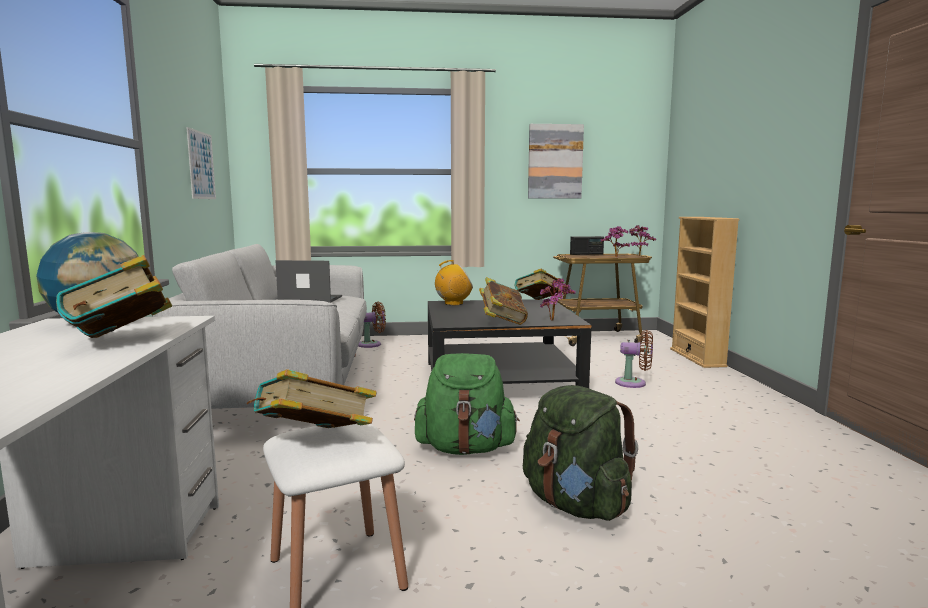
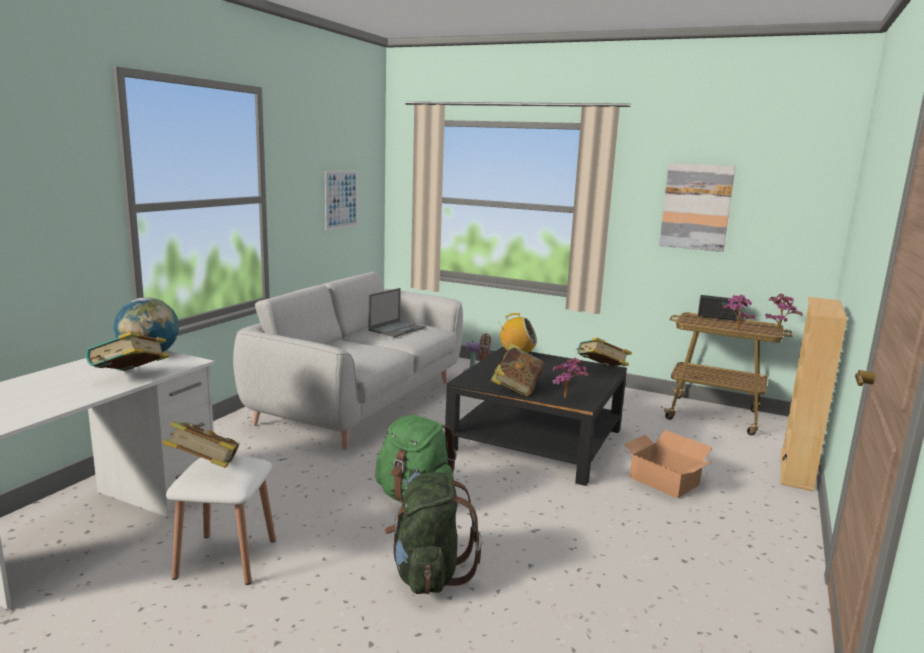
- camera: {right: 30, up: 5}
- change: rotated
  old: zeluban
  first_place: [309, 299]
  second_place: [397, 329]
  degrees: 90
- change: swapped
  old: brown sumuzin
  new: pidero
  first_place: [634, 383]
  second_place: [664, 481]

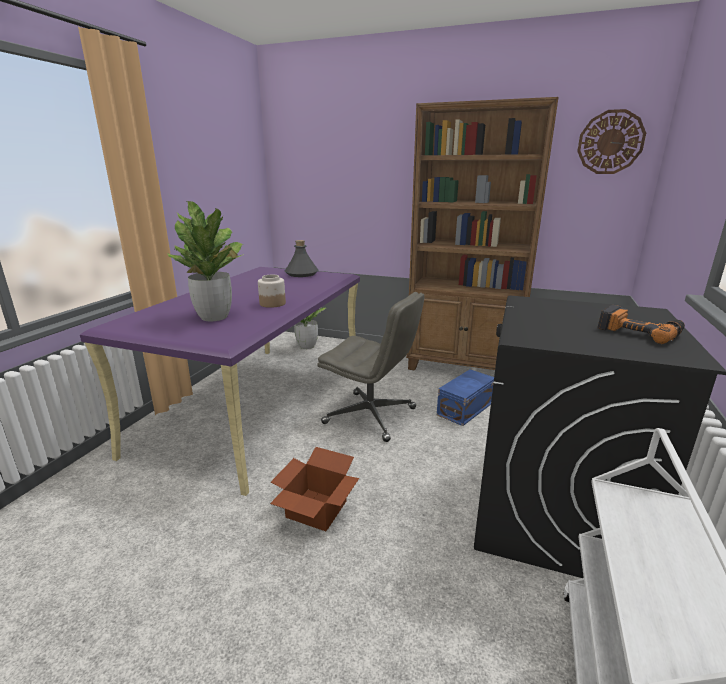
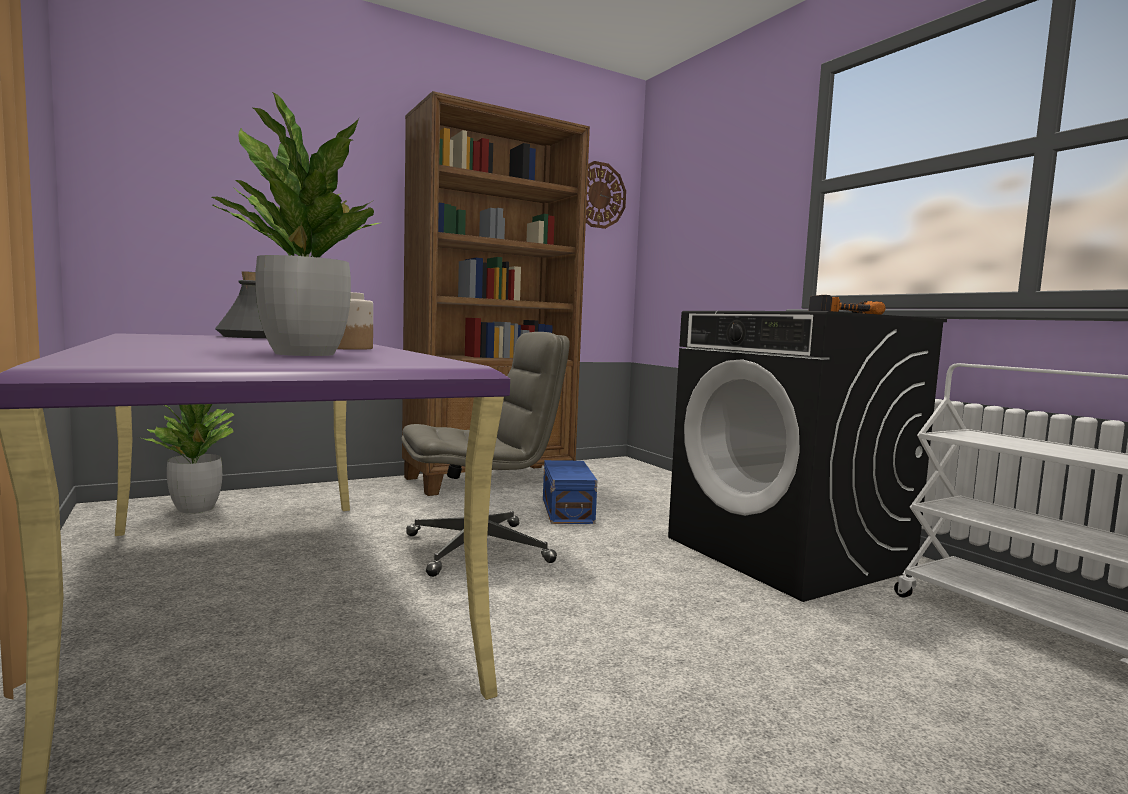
- camera: {right: -50, up: -15}
- change: gone
  old: pidero
  first_place: [314, 510]

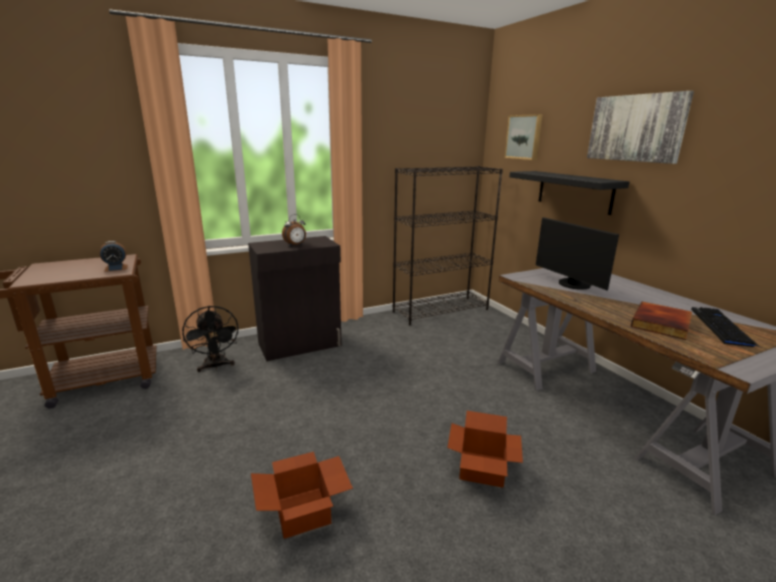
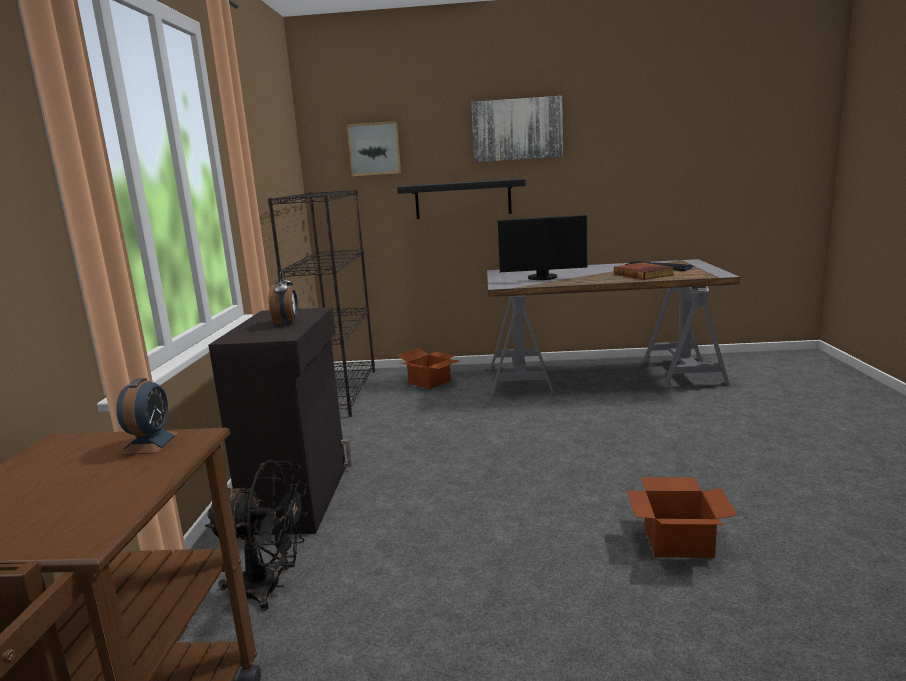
- camera: {right: -60, up: -5}
- change: shifted
  old: pidero
  first_place: [480, 469]
  second_place: [430, 382]

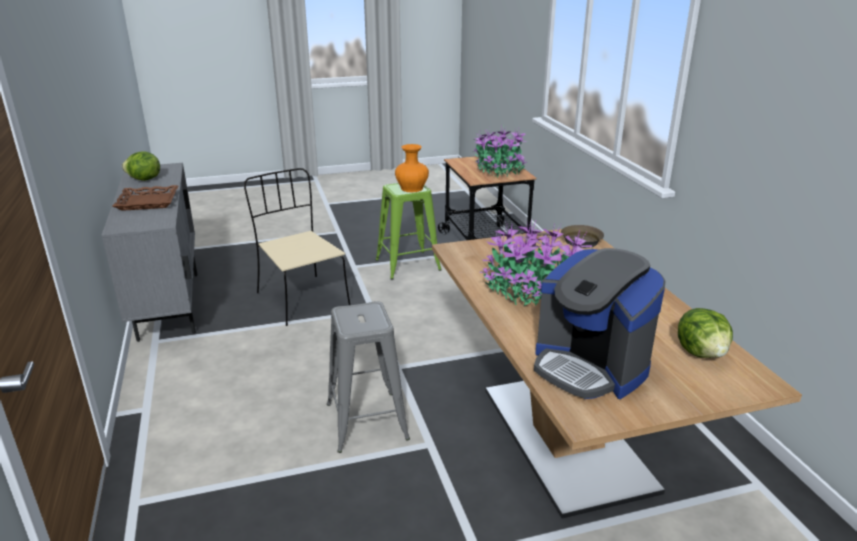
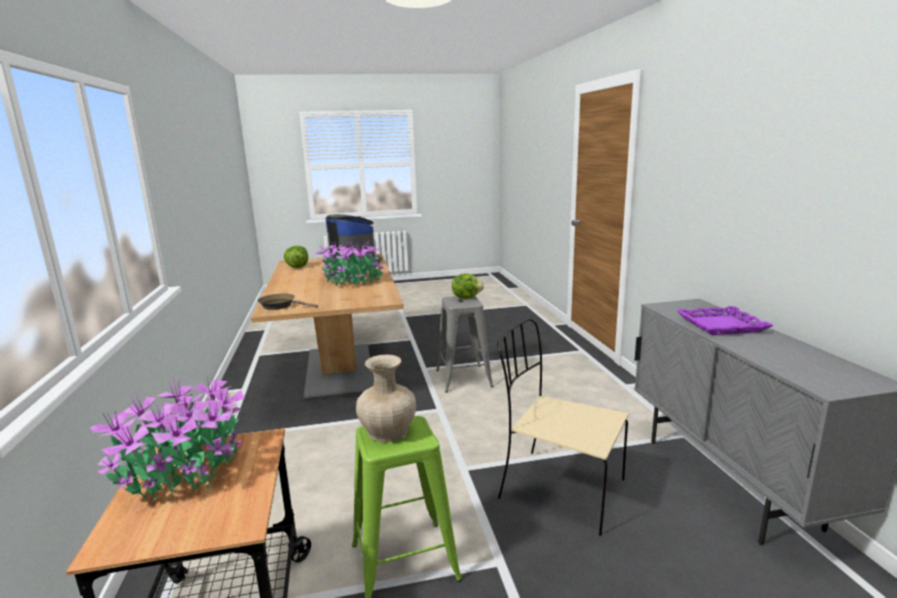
- camera: {right: -175, up: -10}
- change: repainted
  old: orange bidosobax
  new: beige bidosobax
  first_place: [412, 188]
  second_place: [387, 432]
- change: shifted
  old: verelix
  first_place: [144, 179]
  second_place: [466, 297]
- change: rotated
  old: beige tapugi
  first_place: [301, 299]
  second_place: [558, 488]
  degrees: 150
- change: repainted
  old: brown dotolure
  new: purple dotolure
  first_place: [147, 202]
  second_place: [721, 325]

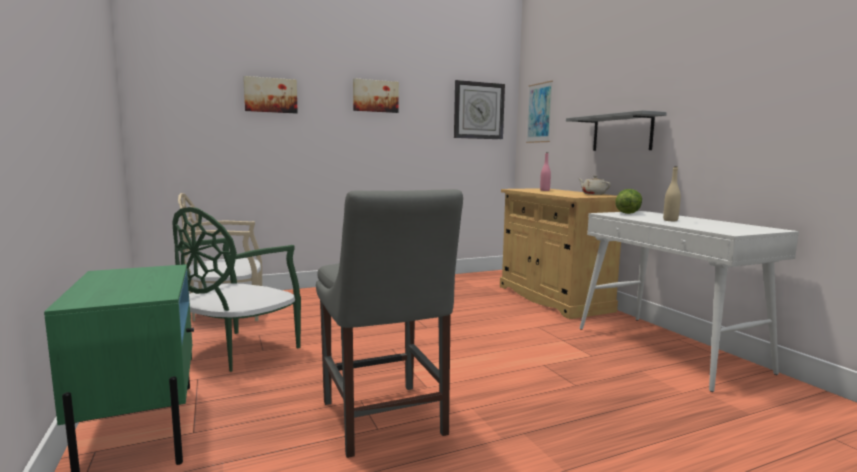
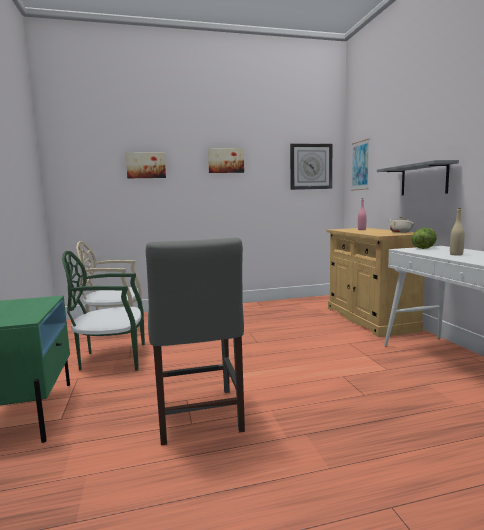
- camera: {right: 10, up: 0}
- change: rotated
  old: green tapugi
  first_place: [238, 352]
  second_place: [112, 358]
  degrees: 45

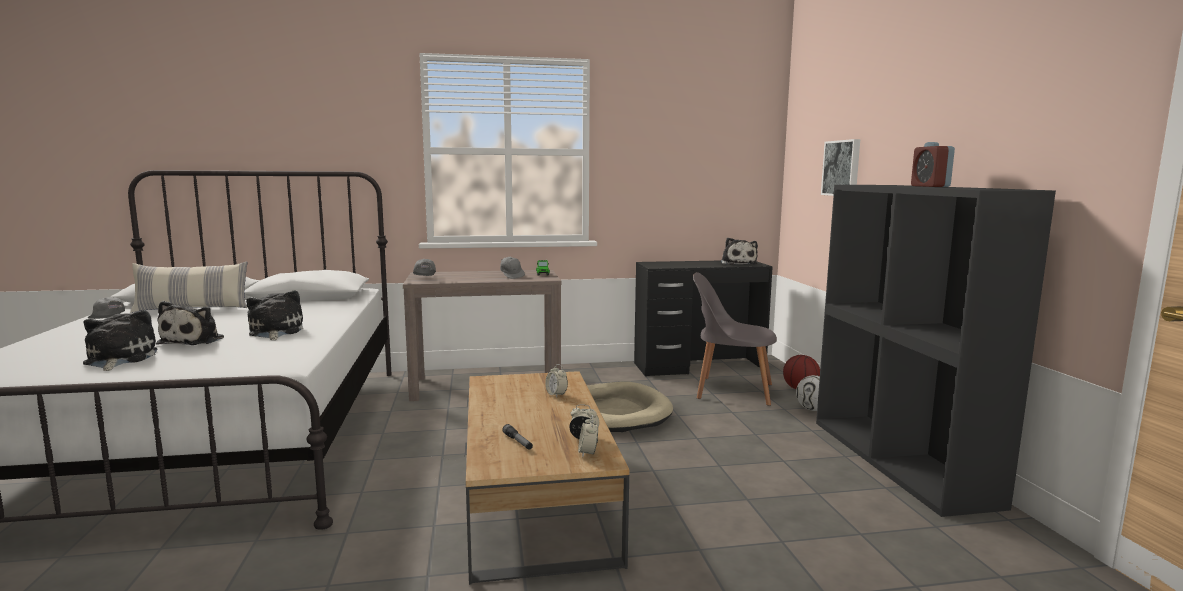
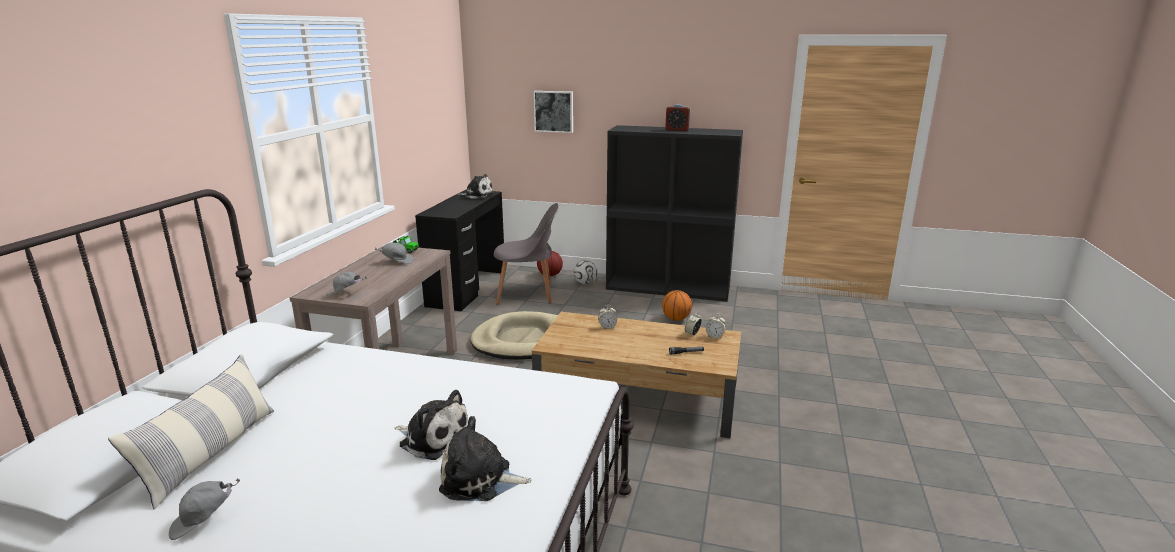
- camera: {right: -65, up: 10}
- change: rotated
  old: grey tapugi
  first_place: [730, 390]
  second_place: [528, 294]
  degrees: -135
- change: new
  new: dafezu
  second_place: [676, 319]
- change: gone
  old: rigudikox
  first_place: [275, 332]

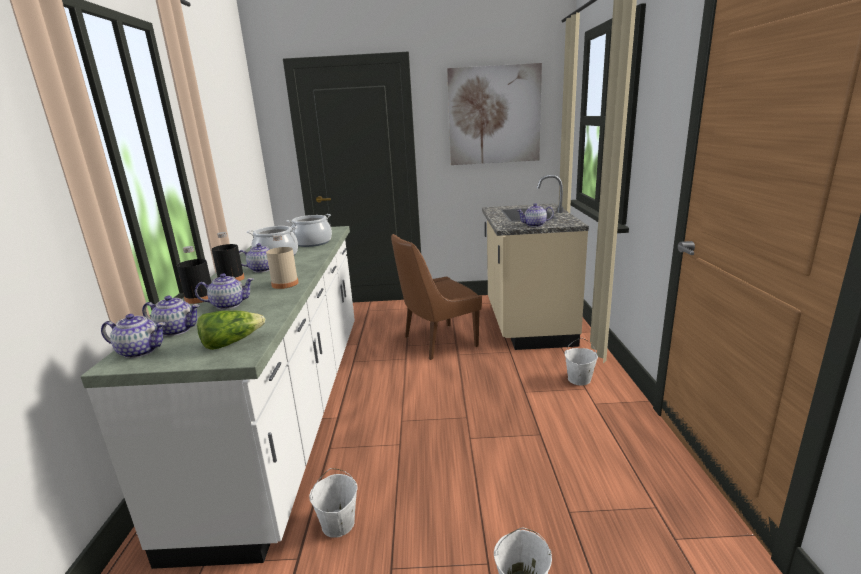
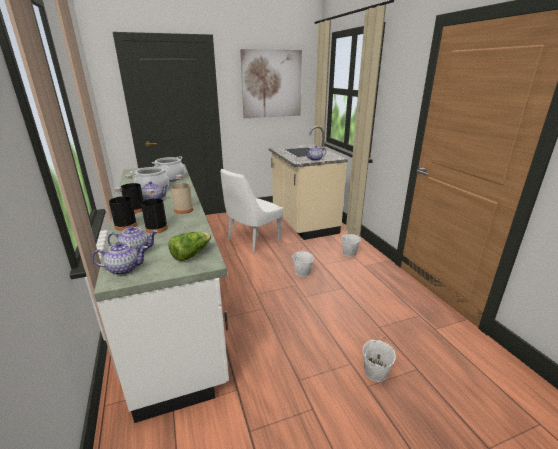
- camera: {right: -20, up: 5}
- change: swapped
  old: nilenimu
  new: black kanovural
  first_place: [229, 305]
  second_place: [156, 228]
- change: repainted
  old: brown tapugi
  new: white tapugi
  first_place: [437, 342]
  second_place: [252, 240]
- change: shifted
  old: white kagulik
  first_place: [338, 524]
  second_place: [302, 273]

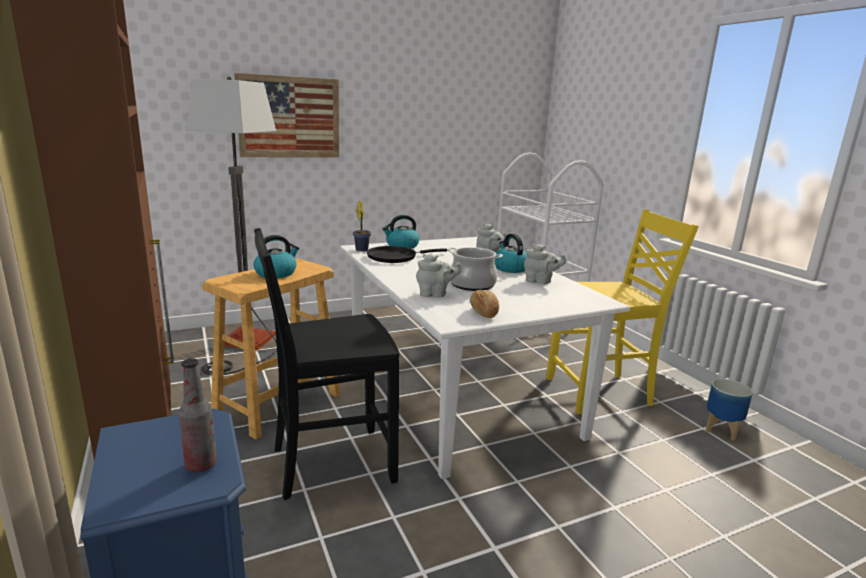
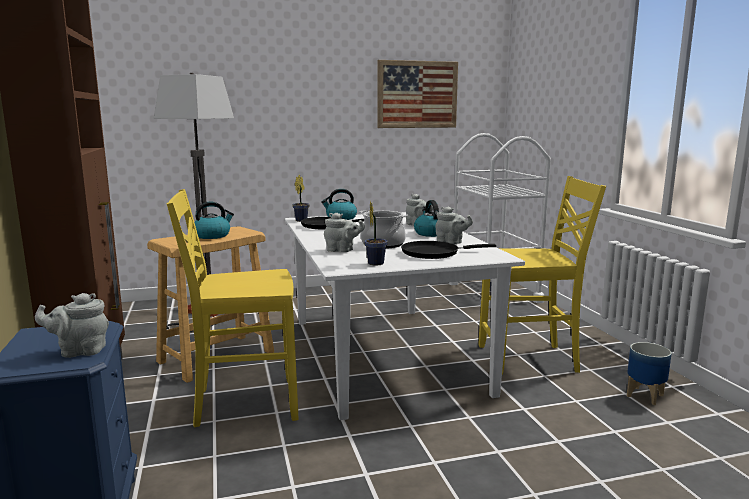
- camera: {right: 10, up: -5}
- change: swapped
  old: kanovural
  new: grey nilenimu
  first_place: [201, 465]
  second_place: [80, 351]
- change: repainted
  old: black tapugi
  new: yellow tapugi
  first_place: [330, 463]
  second_place: [244, 403]
- change: swapped
  old: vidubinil
  new: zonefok
  first_place: [483, 312]
  second_place: [375, 263]
- change: shifted
  old: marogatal
  first_place: [289, 117]
  second_place: [417, 94]
- change: new
  new: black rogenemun
  second_place: [434, 253]

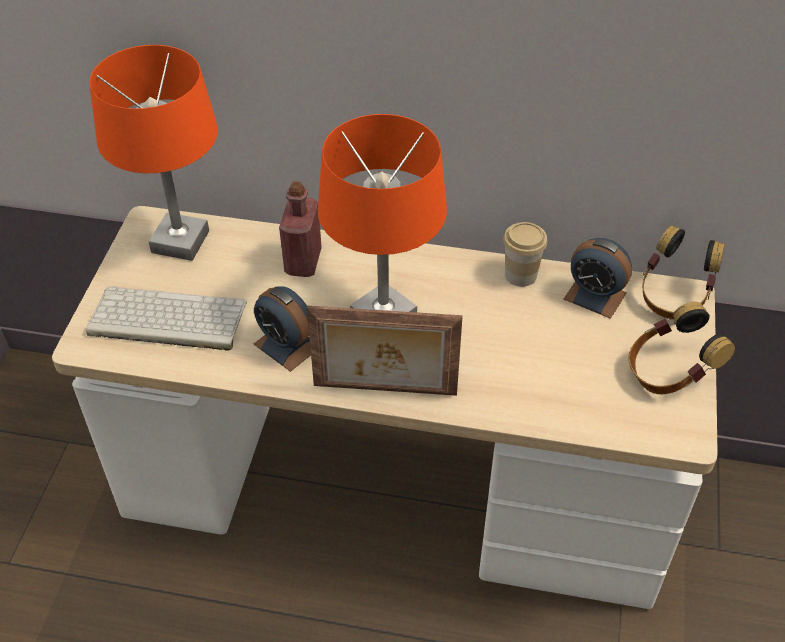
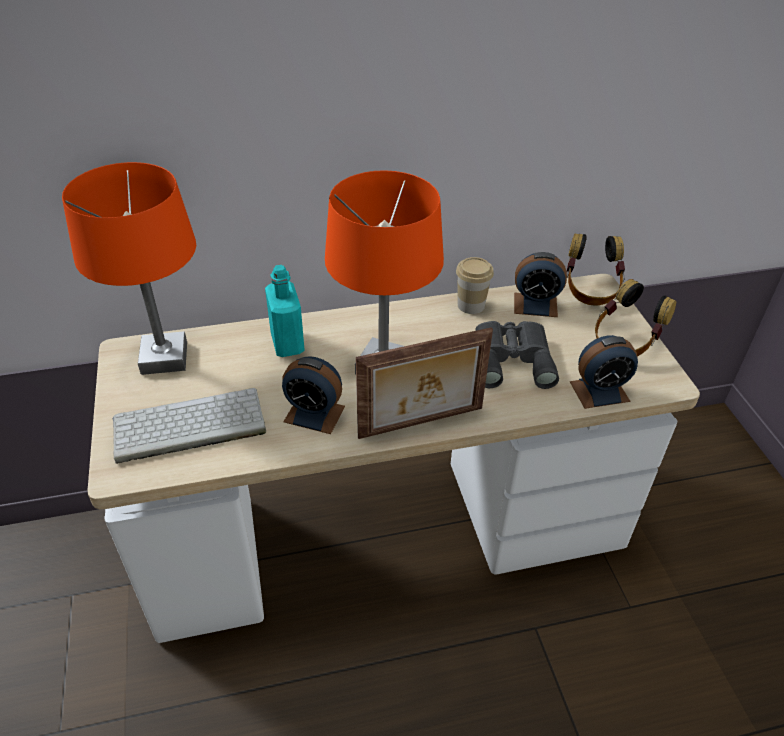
- camera: {right: -25, up: -5}
- change: repainted
  old: red kanovural
  new: turquoise kanovural
  first_place: [303, 262]
  second_place: [287, 343]
- change: new
  new: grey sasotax
  second_place: [512, 358]
- change: new
  new: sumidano
  second_place: [599, 391]

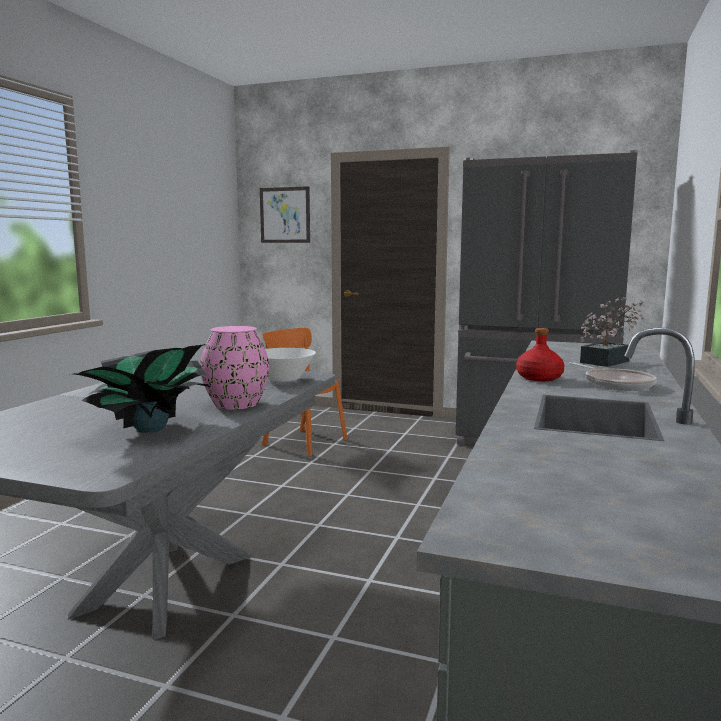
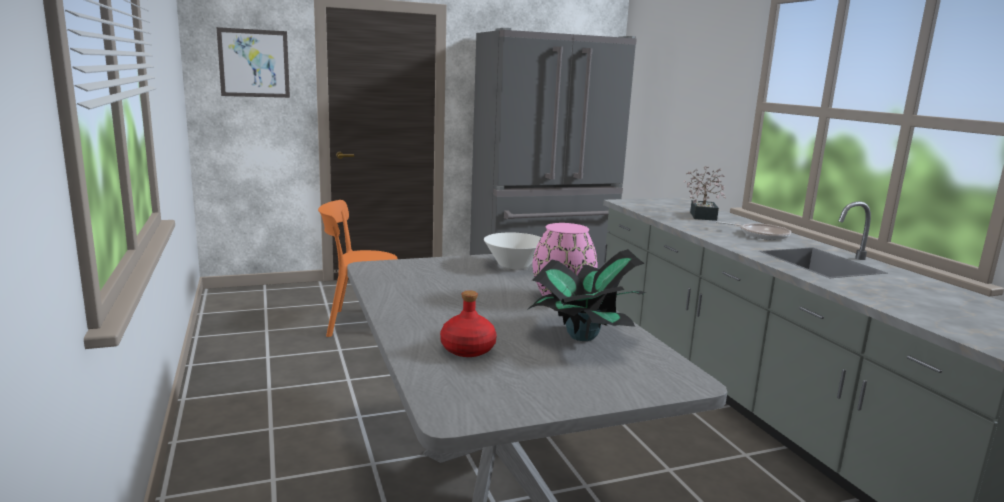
- camera: {right: -40, up: 5}
- change: shifted
  old: red kanovural
  first_place: [538, 378]
  second_place: [467, 349]

